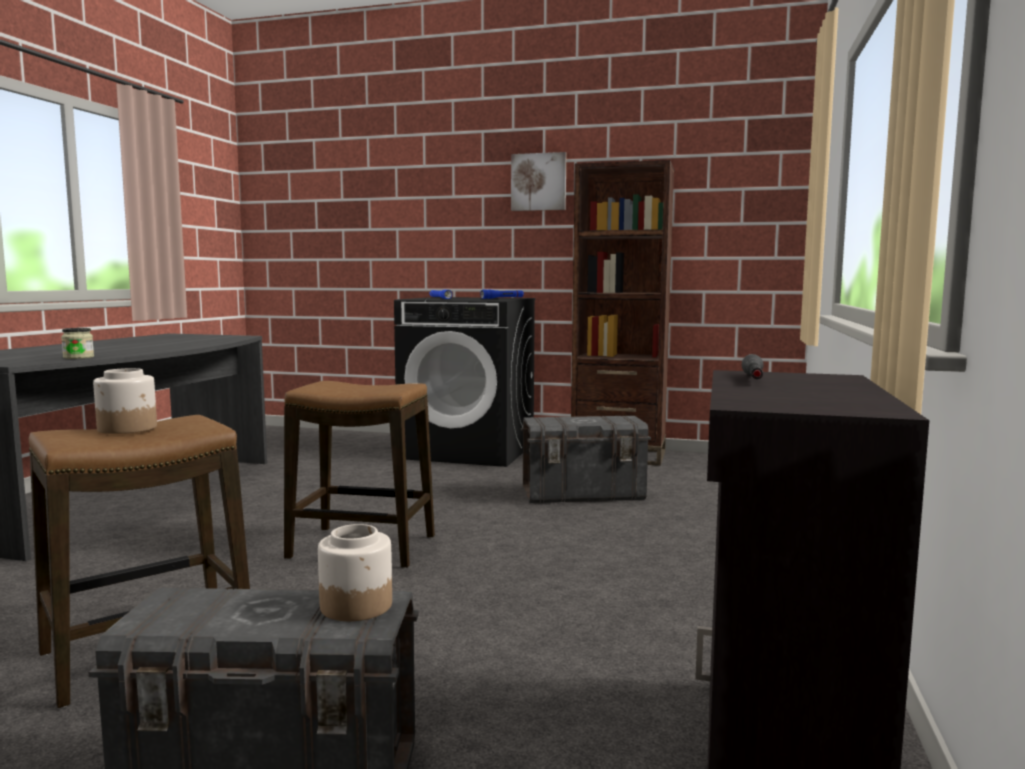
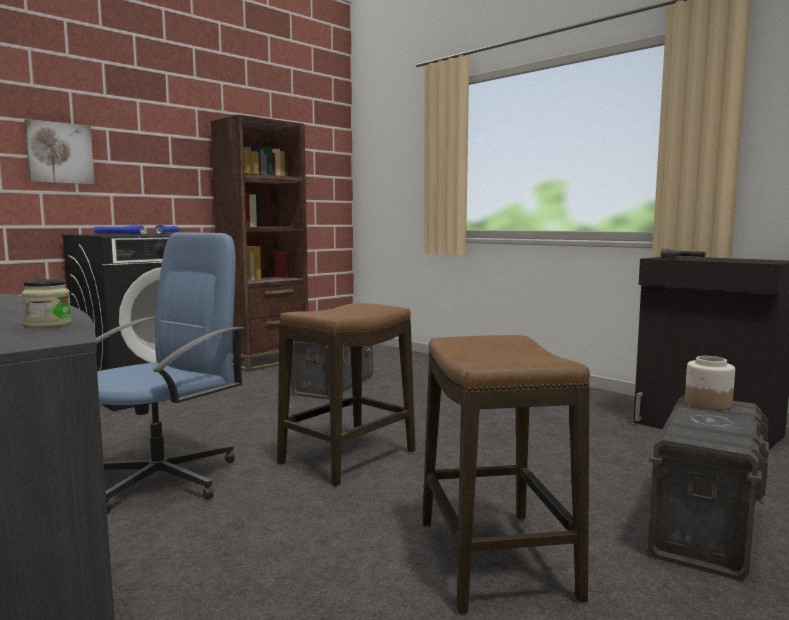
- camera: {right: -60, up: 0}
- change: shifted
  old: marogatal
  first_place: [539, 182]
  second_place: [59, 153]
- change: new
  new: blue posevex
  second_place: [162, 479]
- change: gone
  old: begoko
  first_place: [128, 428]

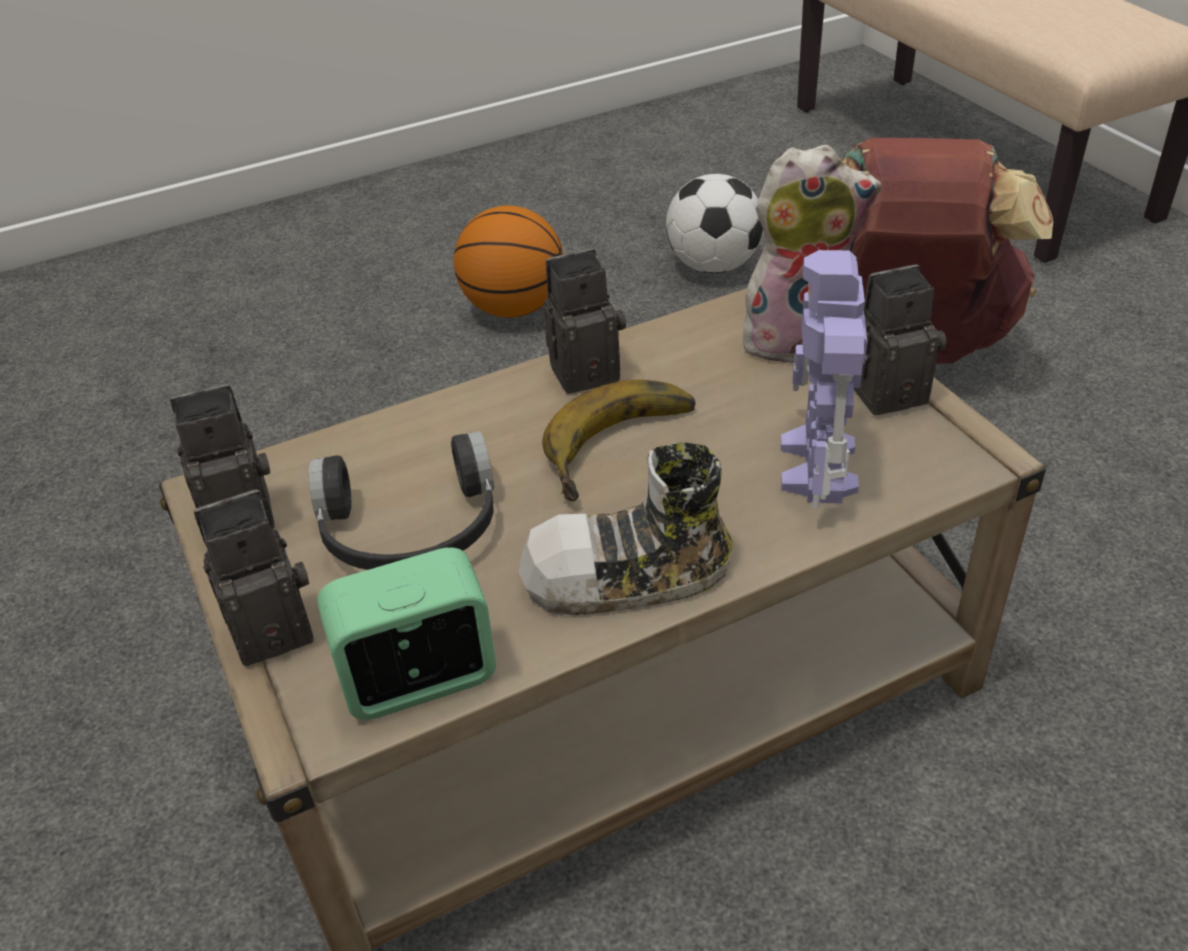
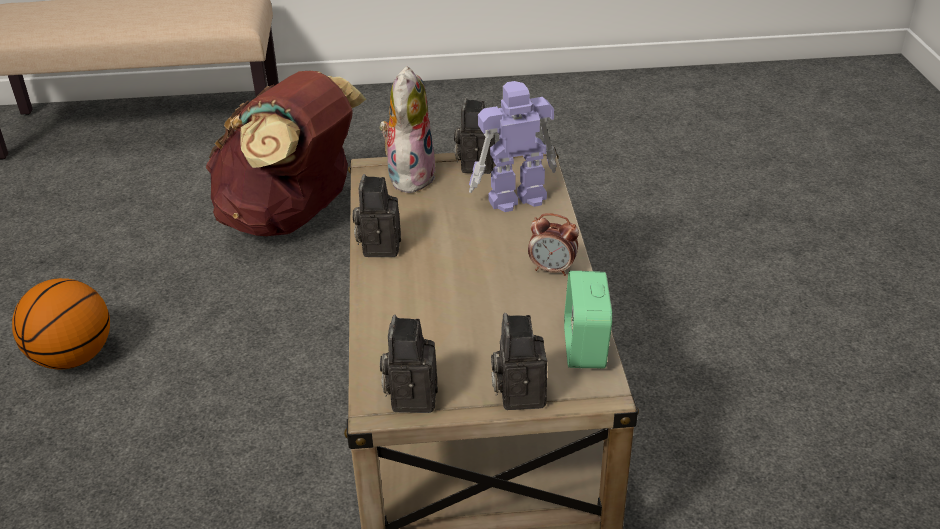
- camera: {right: -70, up: -5}
- change: rotated
  old: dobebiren
  first_place: [818, 468]
  second_place: [515, 199]
  degrees: 135
- change: swapped
  old: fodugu
  new: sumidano
  first_place: [628, 576]
  second_place: [552, 269]
- change: gone
  old: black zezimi
  first_place: [411, 530]
- change: gone
  old: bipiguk
  first_place: [627, 449]
- change: gone
  old: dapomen
  first_place: [713, 265]

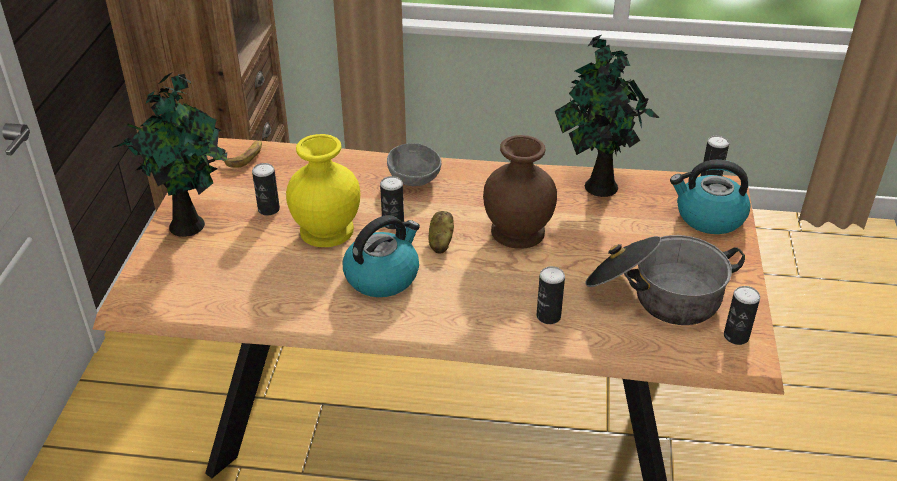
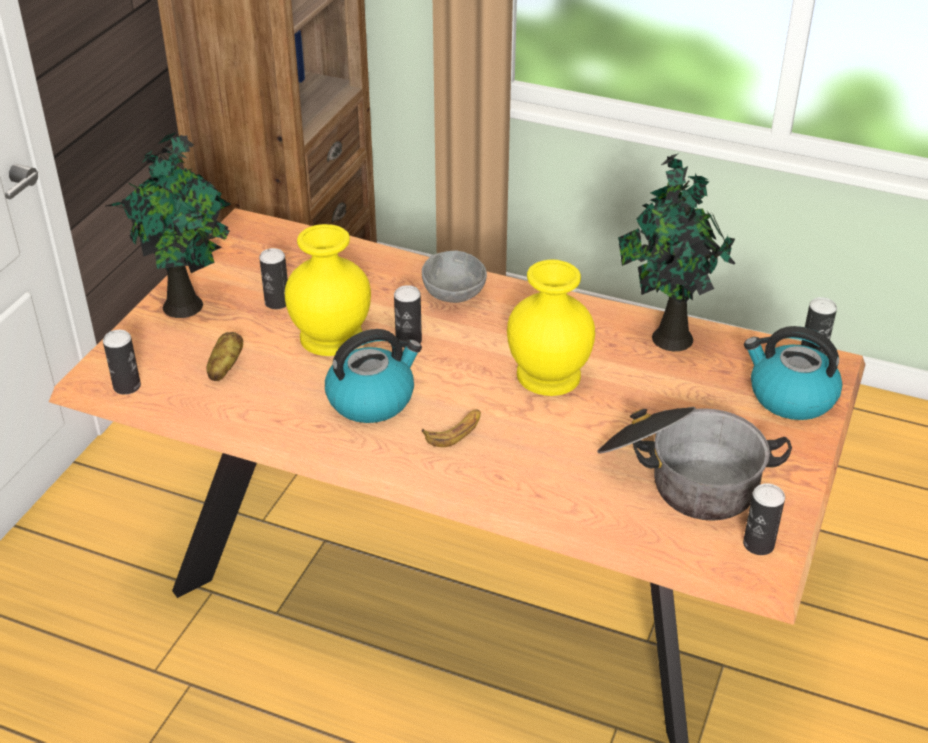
- camera: {right: 15, up: 0}
- change: shifted
  old: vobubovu
  first_place: [548, 316]
  second_place: [127, 386]
- change: shifted
  old: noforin
  first_place: [440, 242]
  second_place: [225, 368]
- change: shifted
  old: bipiguk
  first_place: [245, 157]
  second_place: [454, 431]
- change: repainted
  old: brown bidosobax
  new: yellow bidosobax
  first_place: [519, 232]
  second_place: [549, 376]

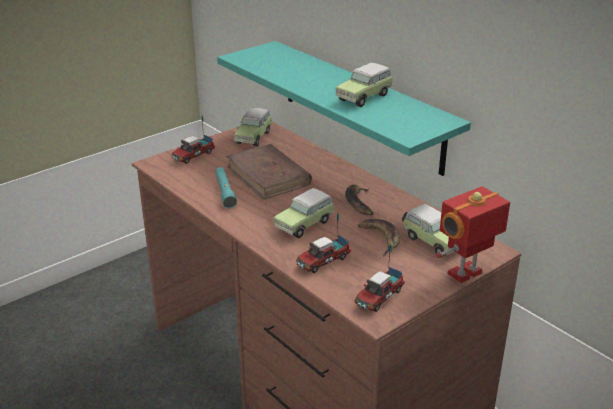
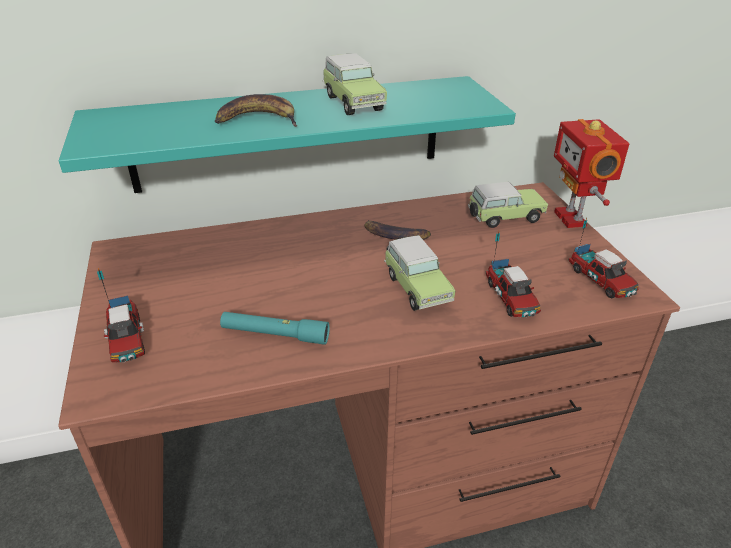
- camera: {right: -65, up: 5}
- change: shifted
  old: bipiguk
  first_place: [380, 239]
  second_place: [258, 119]
- change: gone
  old: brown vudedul
  first_place: [268, 175]
- change: gone
  old: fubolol
  first_place: [254, 137]

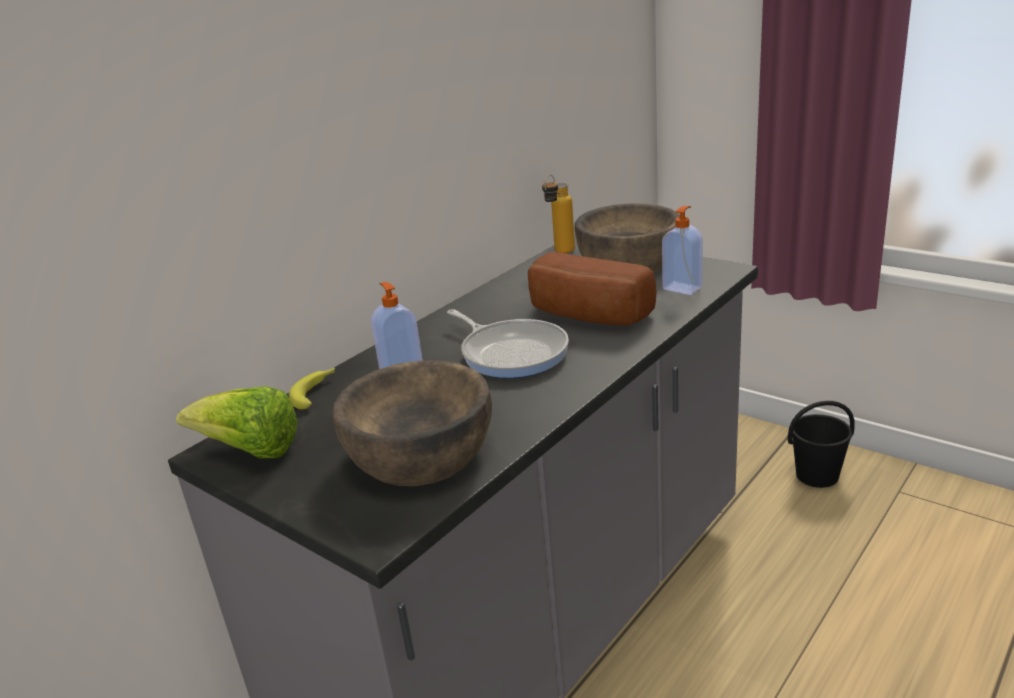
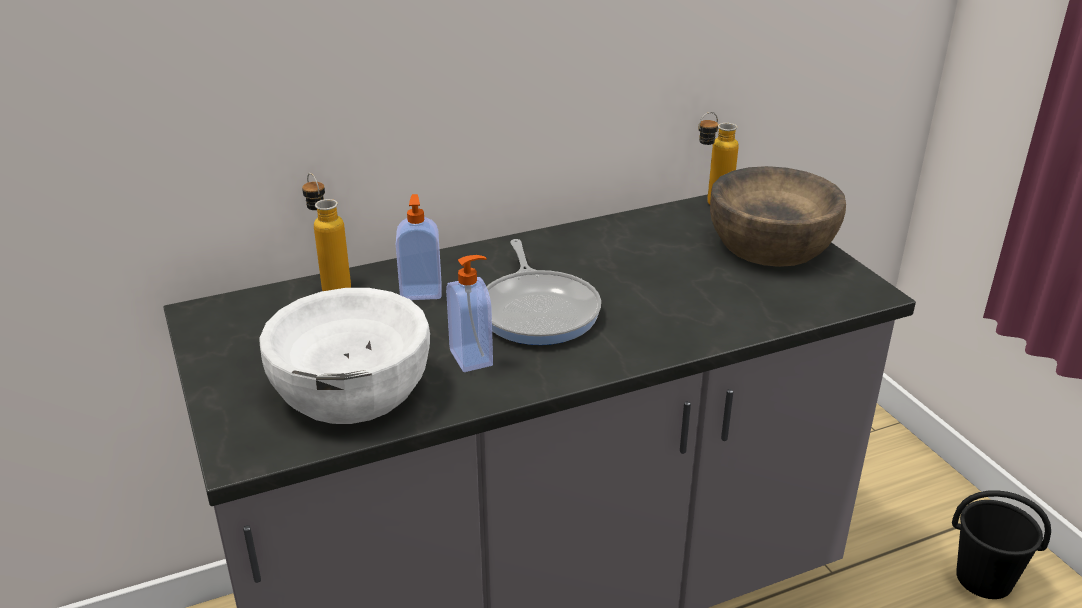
- camera: {right: 25, up: 5}
- change: repainted
  old: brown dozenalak
  new: white dozenalak
  first_place: [421, 453]
  second_place: [352, 388]
- change: swapped
  old: bipiguk
  new: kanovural
  first_place: [316, 392]
  second_place: [331, 285]
- change: shifted
  old: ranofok
  first_place: [682, 288]
  second_place: [472, 357]
- change: gone
  old: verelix
  first_place: [250, 451]
- change: gone
  old: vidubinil
  first_place: [586, 316]

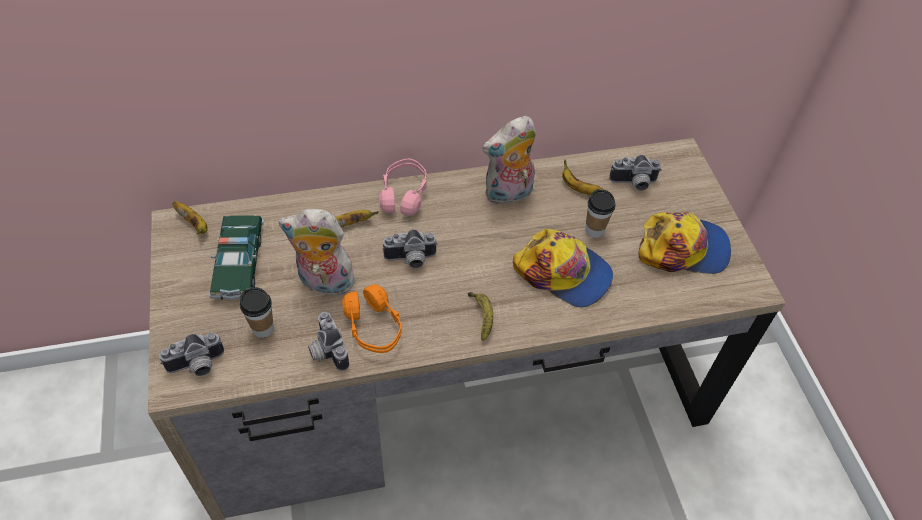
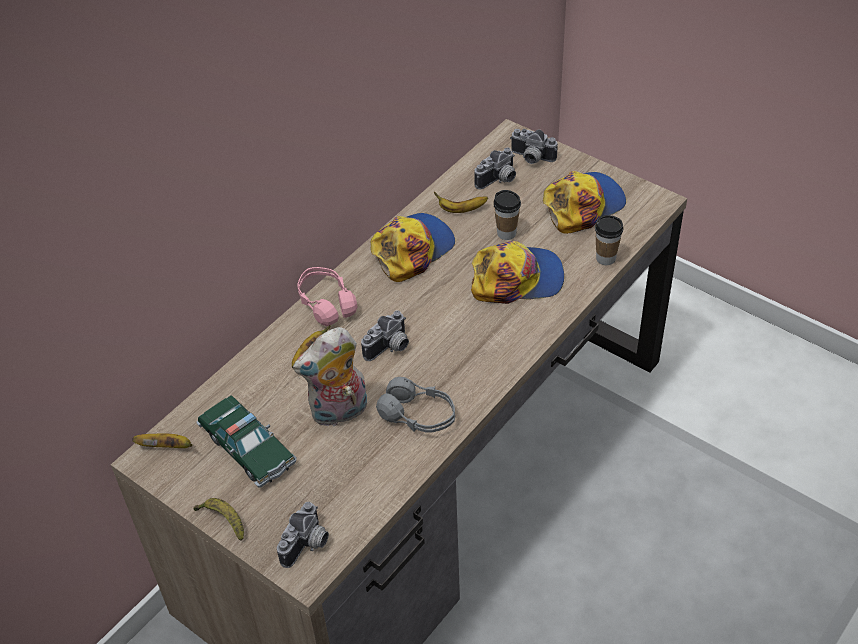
- camera: {right: -35, up: -5}
- change: shifted
  old: bipiguk
  first_place: [481, 317]
  second_place: [223, 520]
- change: swapped
  old: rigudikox
  new: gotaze
  first_place: [508, 195]
  second_place: [412, 249]
- change: repainted
  old: orange zezimi
  new: grey zezimi
  first_place: [374, 327]
  second_place: [418, 416]
- change: shifted
  old: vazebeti
  first_place: [326, 351]
  second_place: [531, 158]
- change: shifted
  old: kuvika
  first_place: [263, 328]
  second_place: [605, 258]

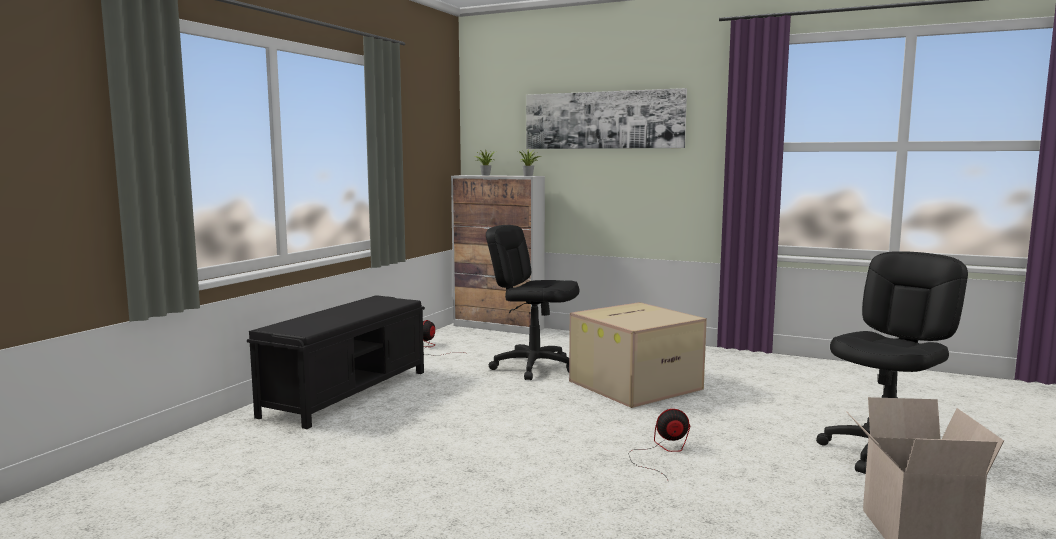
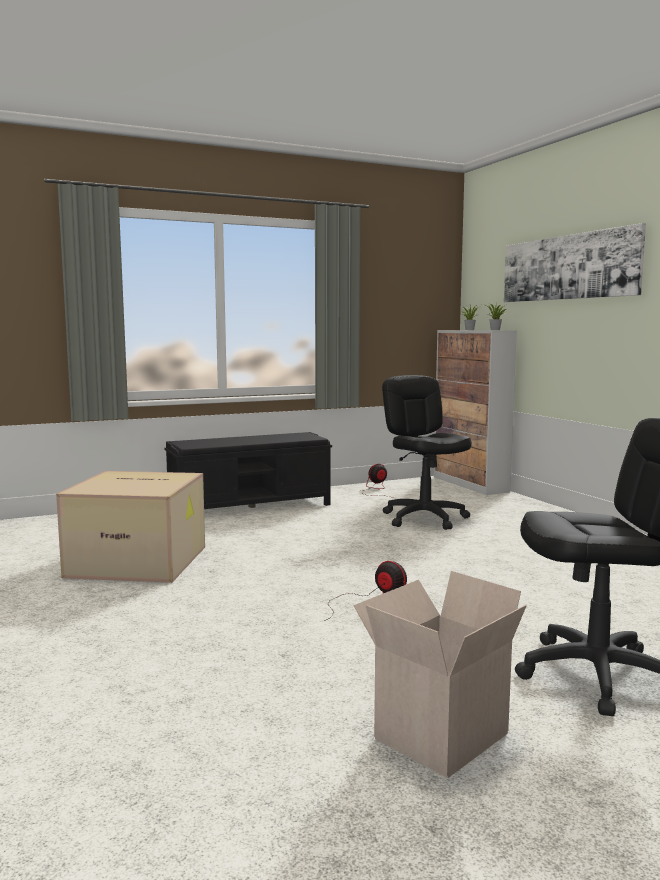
- camera: {right: 40, up: 0}
- change: shifted
  old: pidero
  first_place: [635, 384]
  second_place: [140, 561]

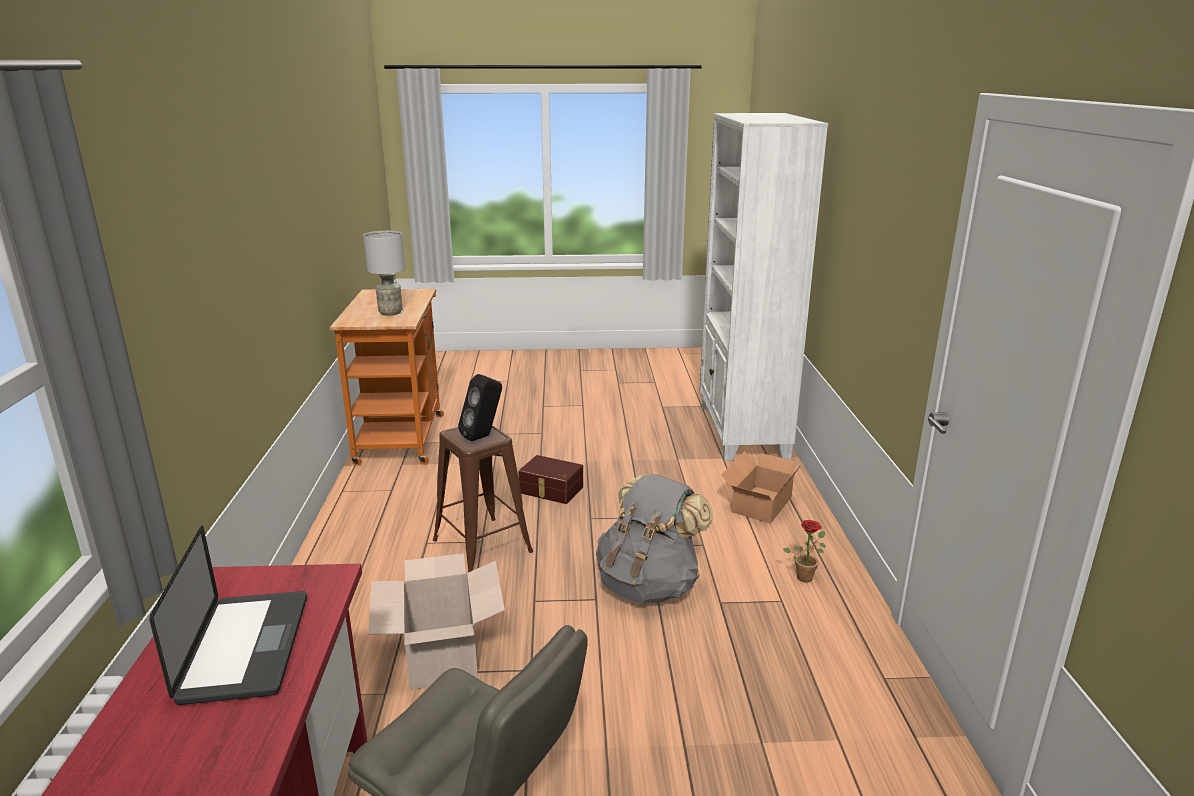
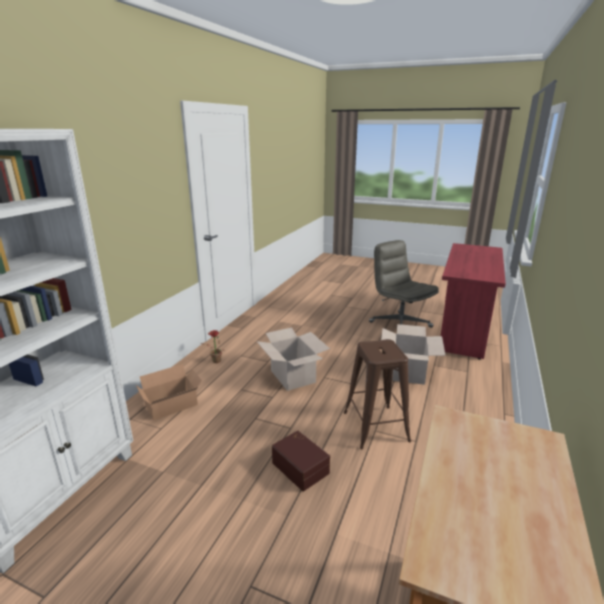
- camera: {right: -155, up: 0}
- change: swapped
  old: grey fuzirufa
  new: pidero
  first_place: [649, 585]
  second_place: [292, 376]
- change: gone
  old: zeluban
  first_place: [245, 647]
- change: gone
  old: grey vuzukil
  first_place: [390, 312]
- change: gone
  old: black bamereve
  first_place: [483, 436]

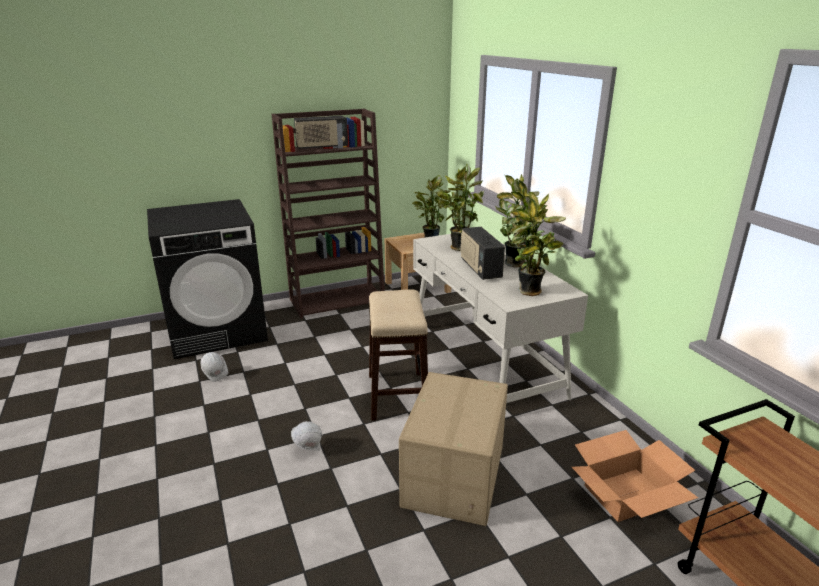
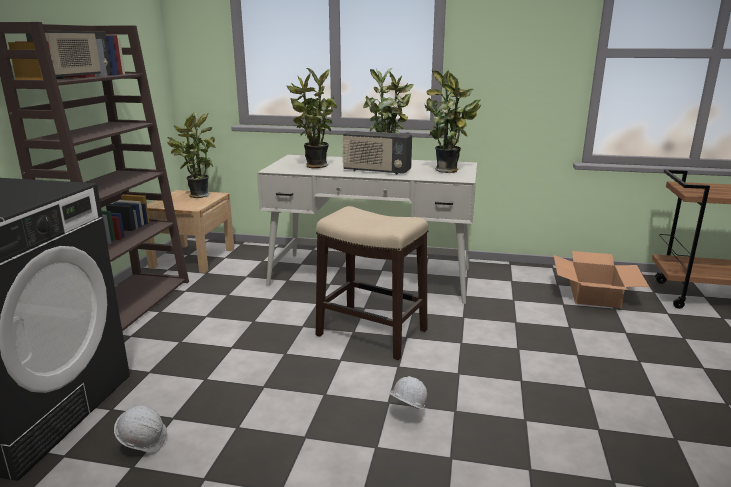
- camera: {right: -55, up: -5}
- change: gone
  old: pidero
  first_place: [455, 476]

